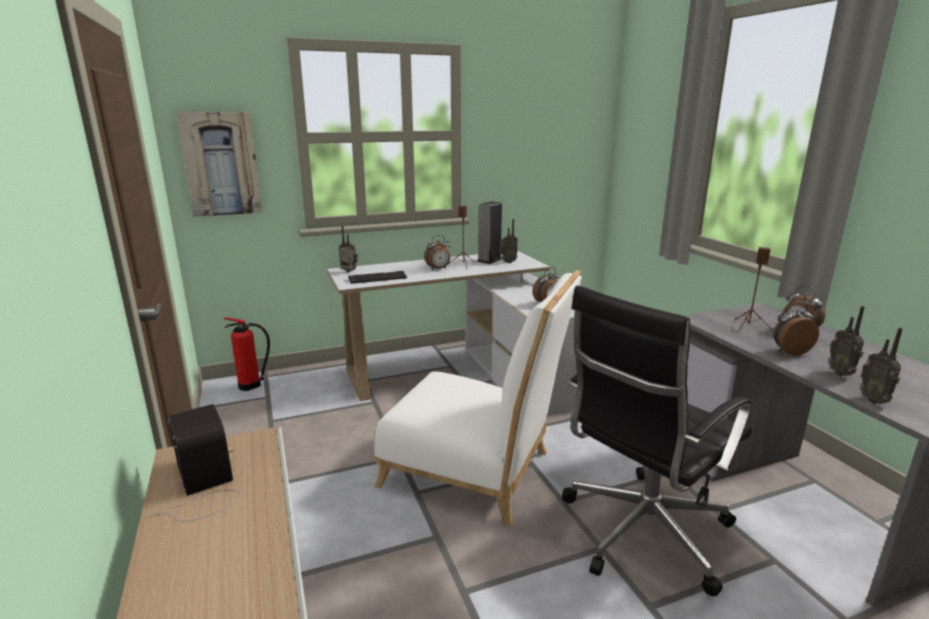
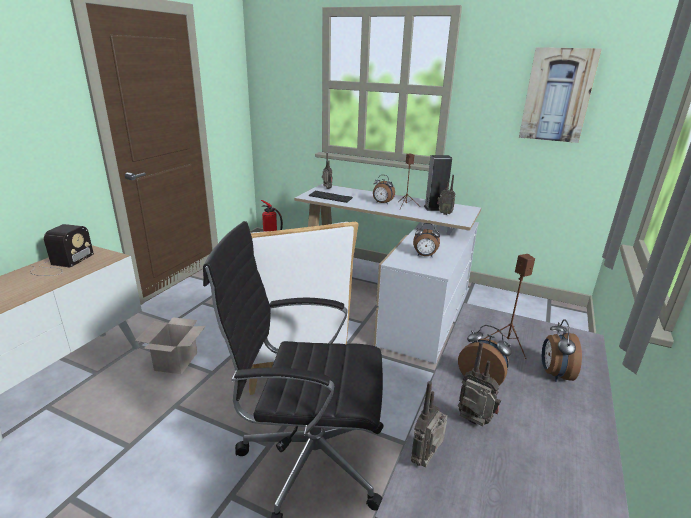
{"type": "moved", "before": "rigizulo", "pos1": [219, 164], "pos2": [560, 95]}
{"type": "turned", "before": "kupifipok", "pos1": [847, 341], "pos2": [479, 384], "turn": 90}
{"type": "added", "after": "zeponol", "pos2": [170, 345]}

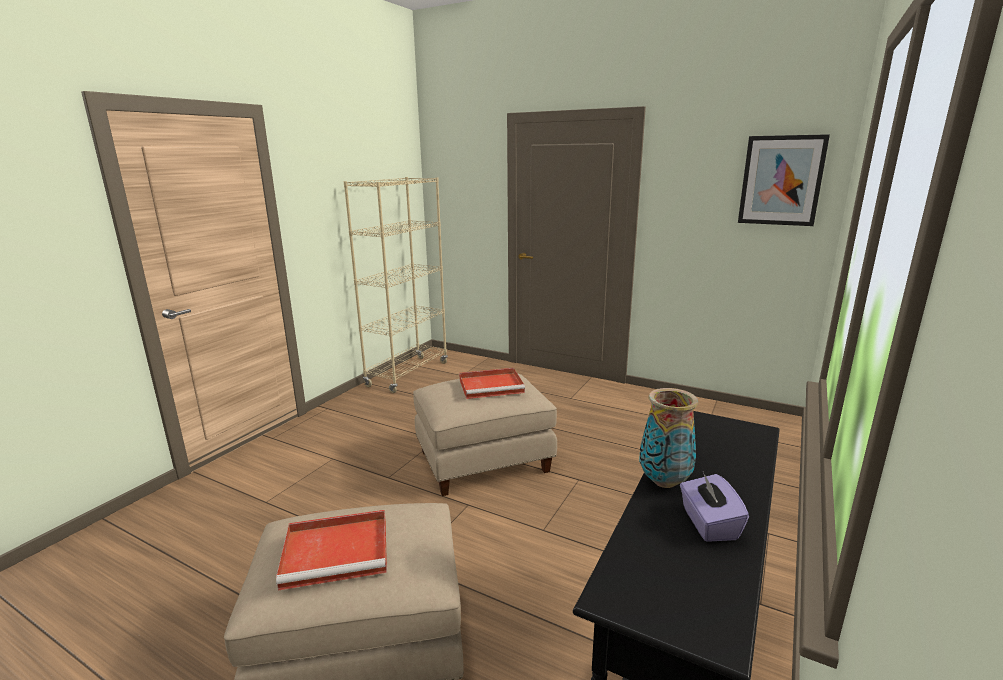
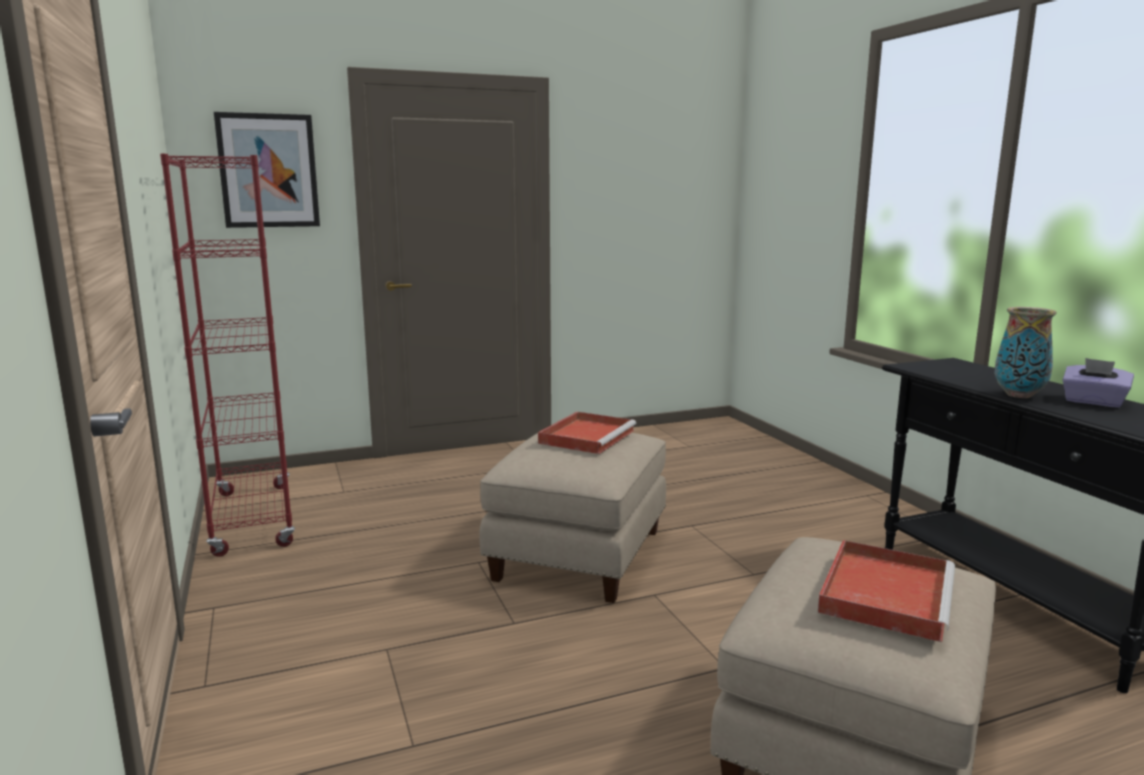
{"type": "moved", "before": "rigizulo", "pos1": [784, 180], "pos2": [267, 170]}
{"type": "recoloured", "before": "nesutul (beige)", "after": "nesutul (red)", "pos1": [396, 285], "pos2": [227, 355]}

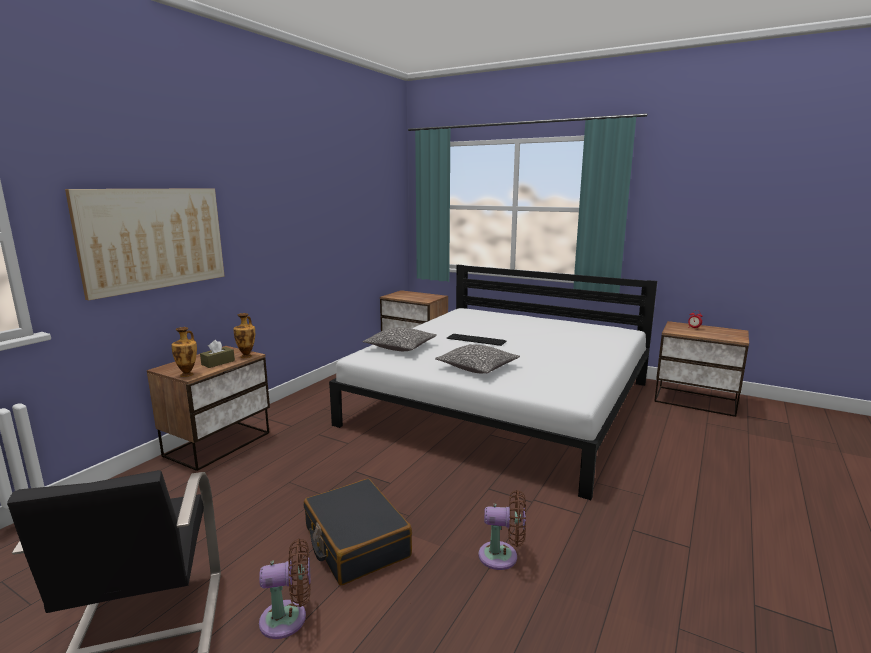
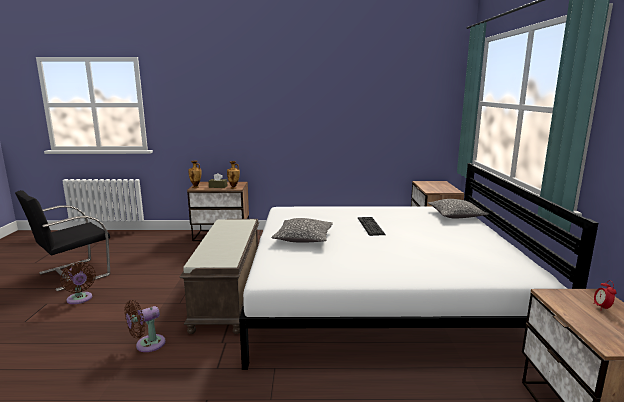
{"type": "removed", "before": "rigizulo", "pos1": [145, 244]}
{"type": "moved", "before": "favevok", "pos1": [400, 339], "pos2": [458, 209]}
{"type": "removed", "before": "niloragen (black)", "pos1": [358, 532]}
{"type": "turned", "before": "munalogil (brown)", "pos1": [502, 530], "pos2": [145, 326], "turn": 75}
{"type": "added", "after": "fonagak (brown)", "pos2": [219, 276]}

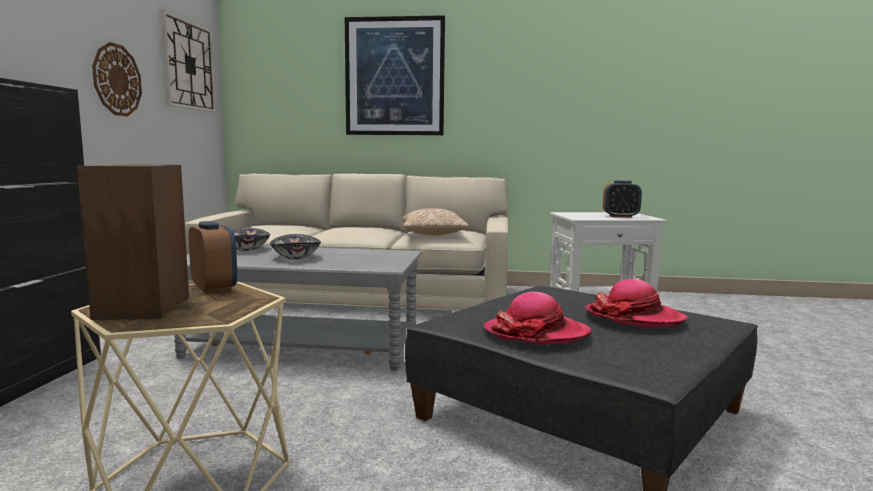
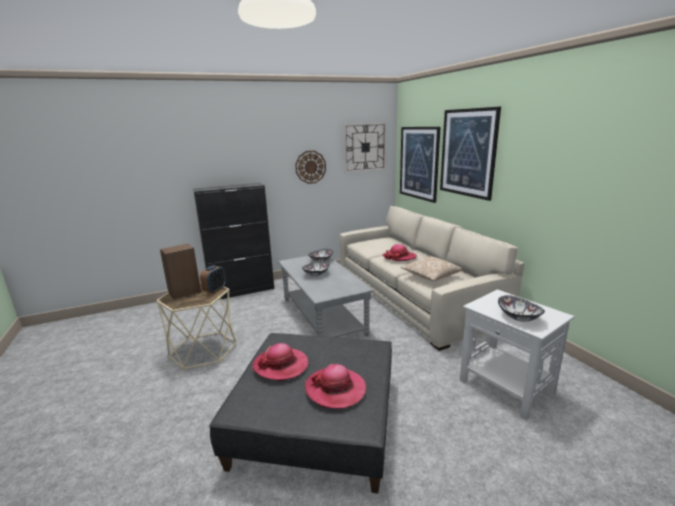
{"type": "replaced", "before": "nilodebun", "after": "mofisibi", "pos1": [622, 199], "pos2": [521, 308]}
{"type": "added", "after": "rigizulo", "pos2": [420, 165]}
{"type": "added", "after": "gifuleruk", "pos2": [399, 252]}

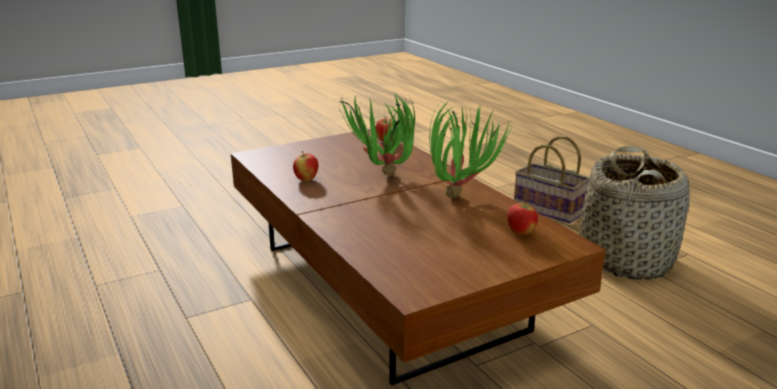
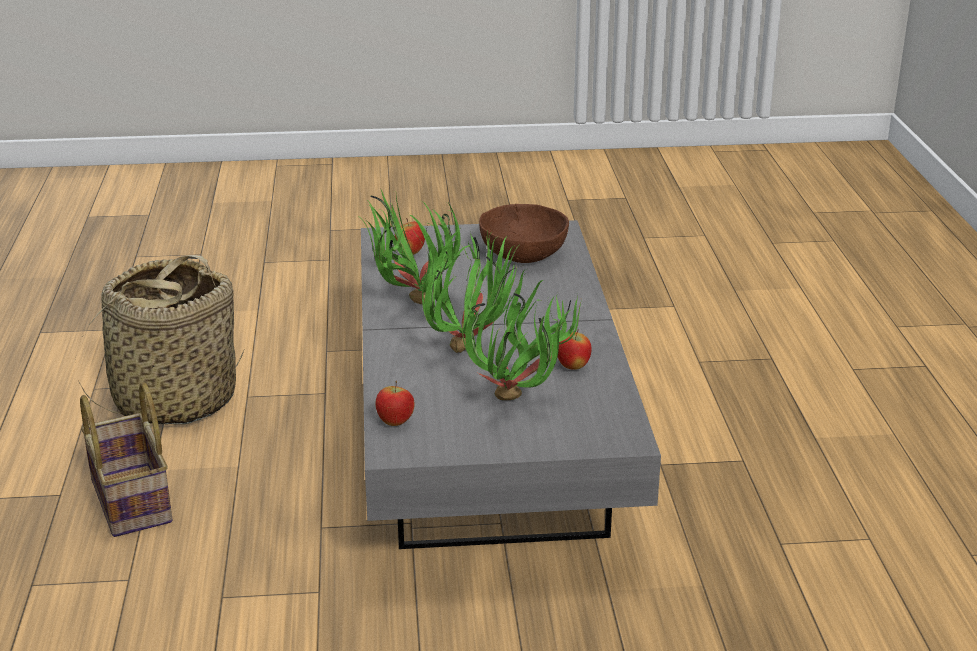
{"type": "recoloured", "before": "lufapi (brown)", "after": "lufapi (grey)", "pos1": [418, 257], "pos2": [511, 384]}
{"type": "added", "after": "mofisibi (brown)", "pos2": [524, 233]}
{"type": "added", "after": "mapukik", "pos2": [522, 335]}

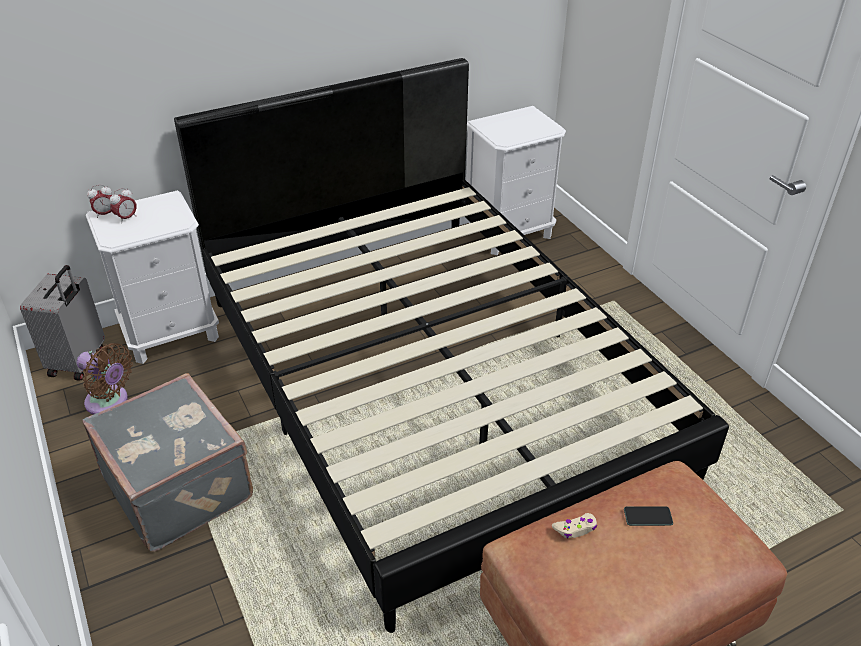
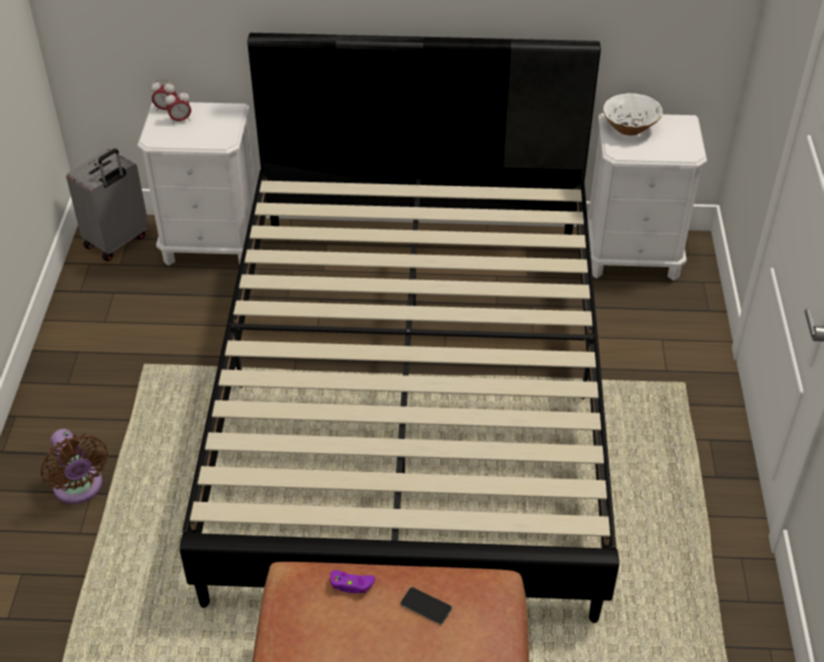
{"type": "moved", "before": "munalogil (brown)", "pos1": [105, 379], "pos2": [74, 466]}
{"type": "removed", "before": "niloragen (grey)", "pos1": [167, 462]}
{"type": "recoloured", "before": "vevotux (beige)", "after": "vevotux (purple)", "pos1": [574, 525], "pos2": [352, 582]}
{"type": "added", "after": "mofisibi (white)", "pos2": [633, 114]}

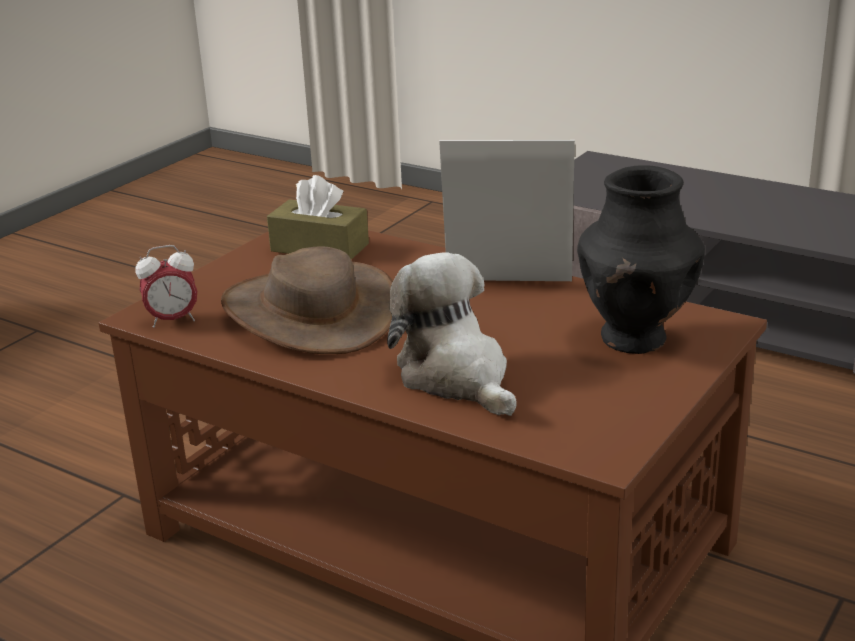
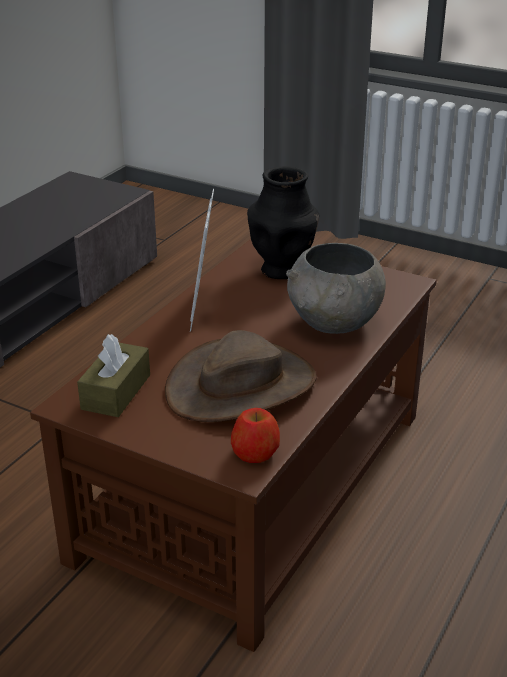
{"type": "replaced", "before": "nilodebun", "after": "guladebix", "pos1": [166, 286], "pos2": [255, 435]}
{"type": "replaced", "before": "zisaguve", "after": "mofisibi (grey)", "pos1": [452, 334], "pos2": [336, 288]}

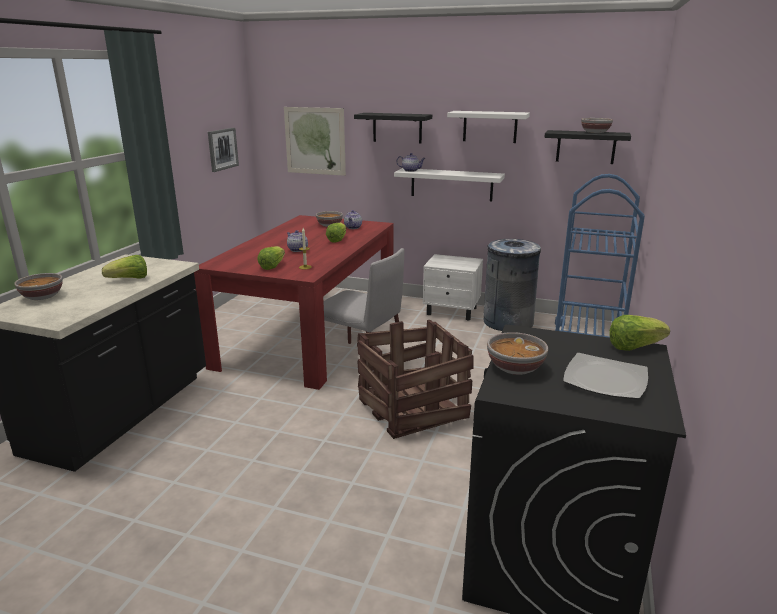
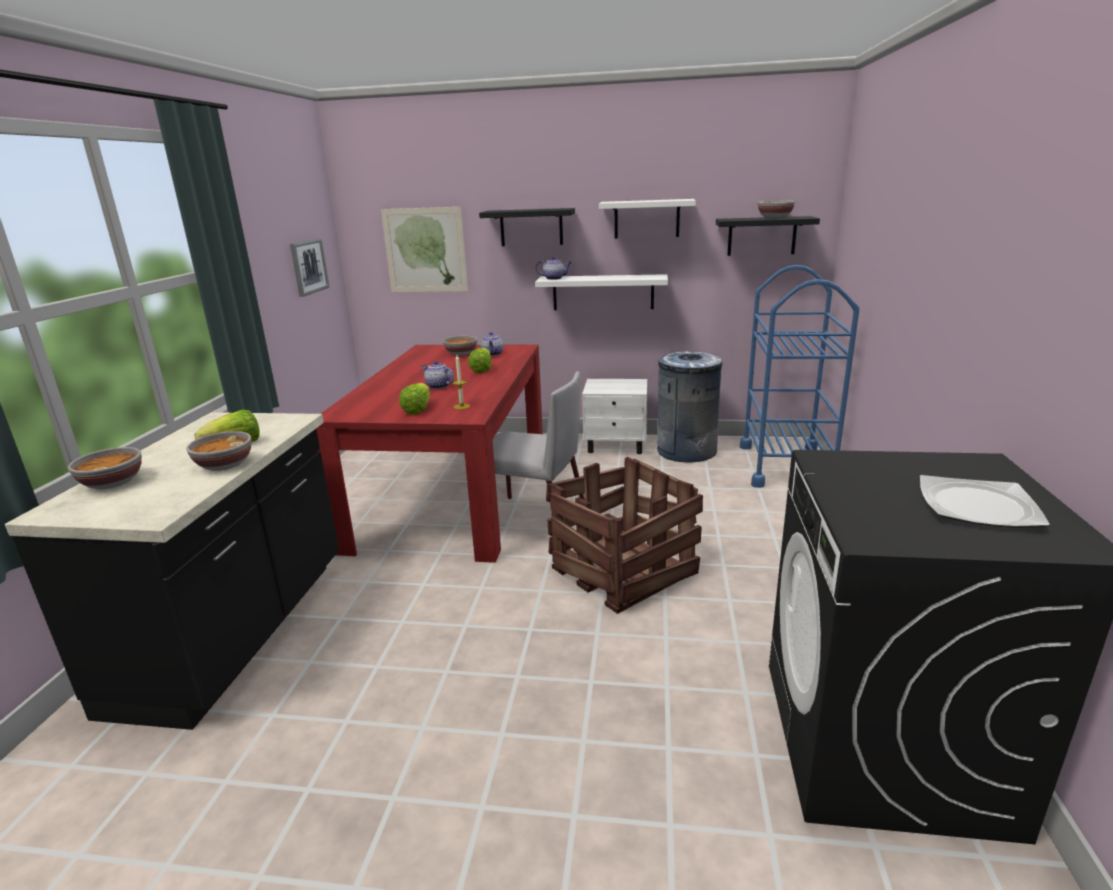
{"type": "removed", "before": "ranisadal", "pos1": [639, 333]}
{"type": "moved", "before": "mofisibi", "pos1": [517, 353], "pos2": [219, 451]}

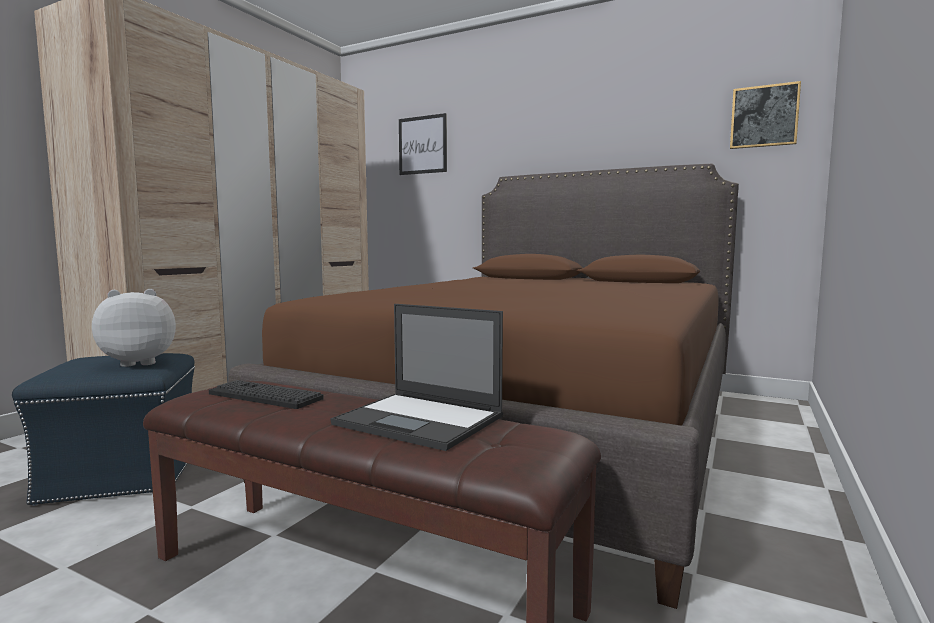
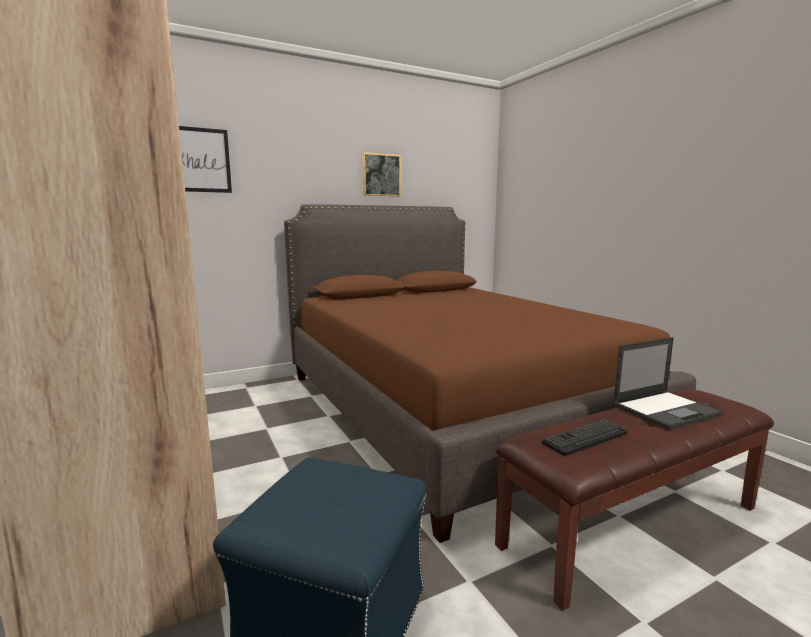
{"type": "moved", "before": "rigizulo", "pos1": [765, 115], "pos2": [382, 174]}
{"type": "removed", "before": "zisaguve", "pos1": [134, 328]}

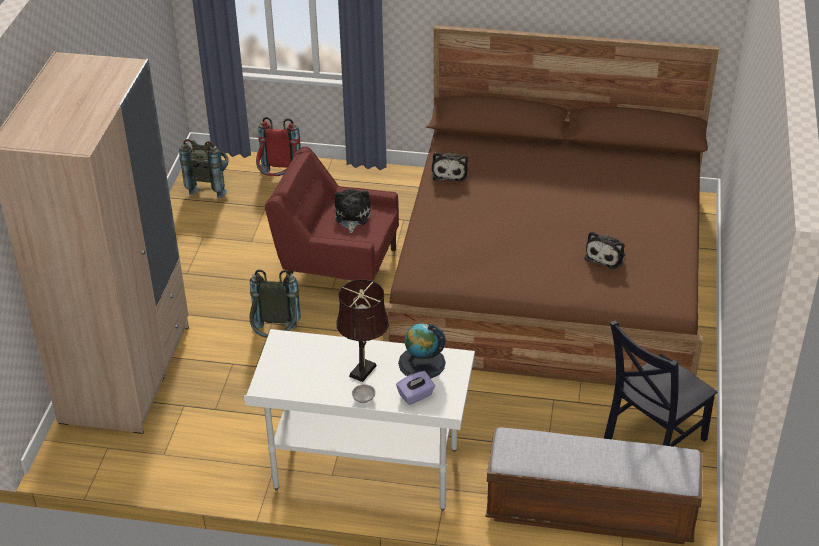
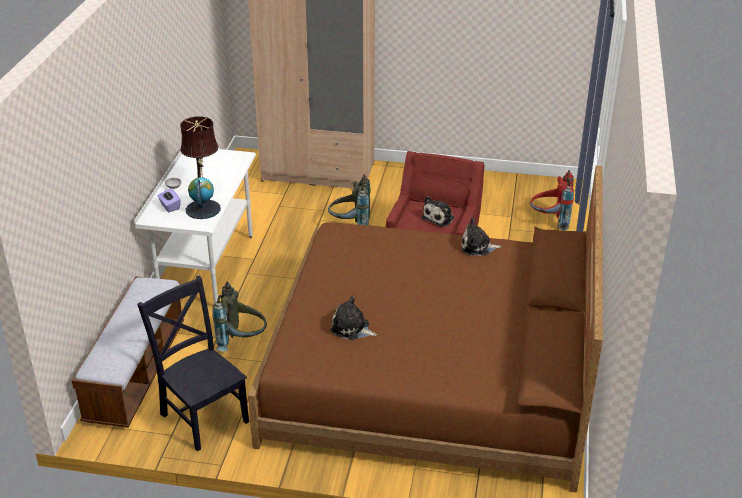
{"type": "moved", "before": "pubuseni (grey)", "pos1": [203, 168], "pos2": [240, 316]}
{"type": "turned", "before": "zisaguve", "pos1": [352, 211], "pos2": [438, 211], "turn": 120}

